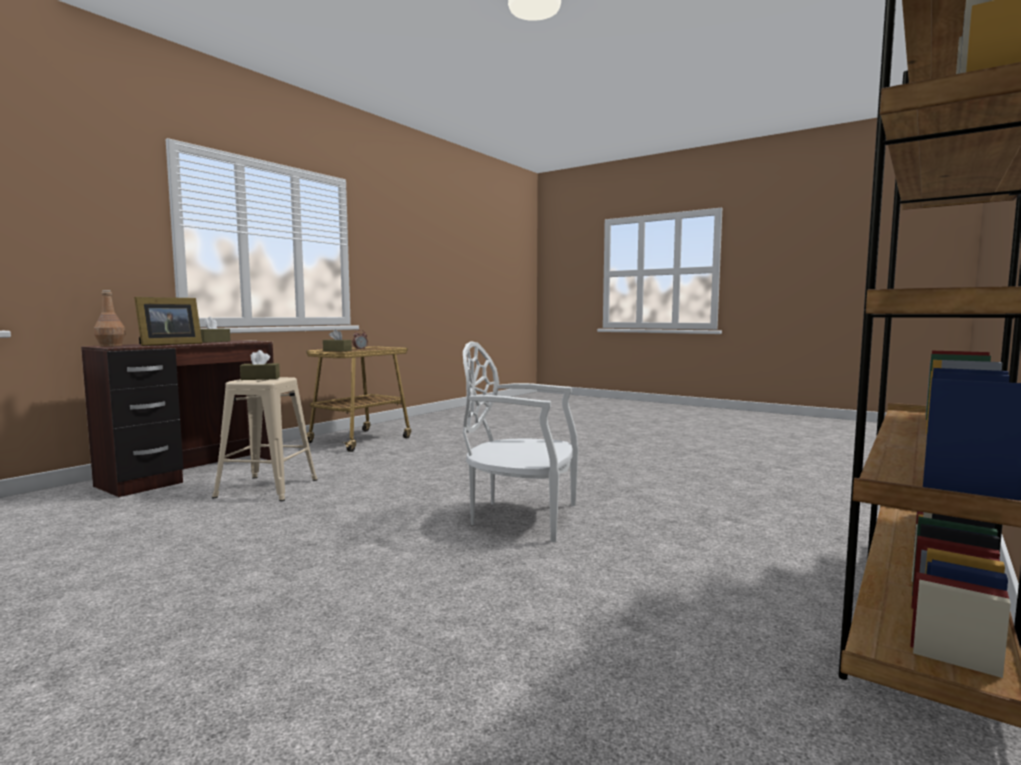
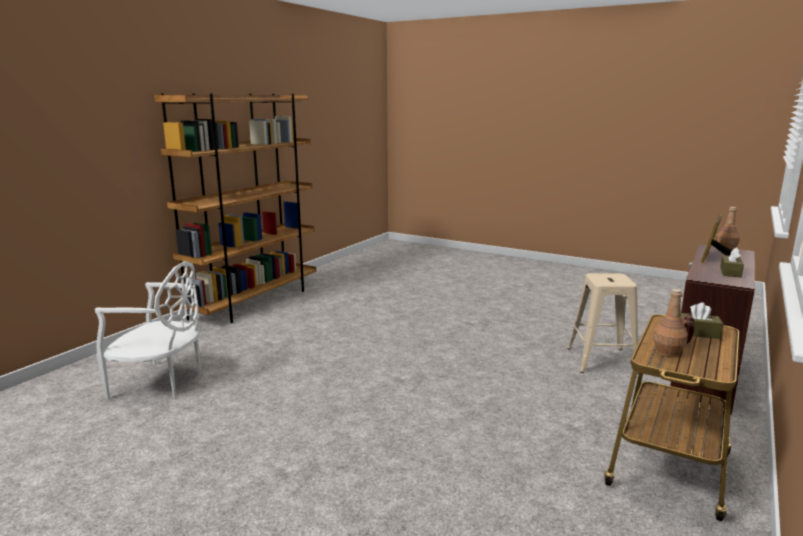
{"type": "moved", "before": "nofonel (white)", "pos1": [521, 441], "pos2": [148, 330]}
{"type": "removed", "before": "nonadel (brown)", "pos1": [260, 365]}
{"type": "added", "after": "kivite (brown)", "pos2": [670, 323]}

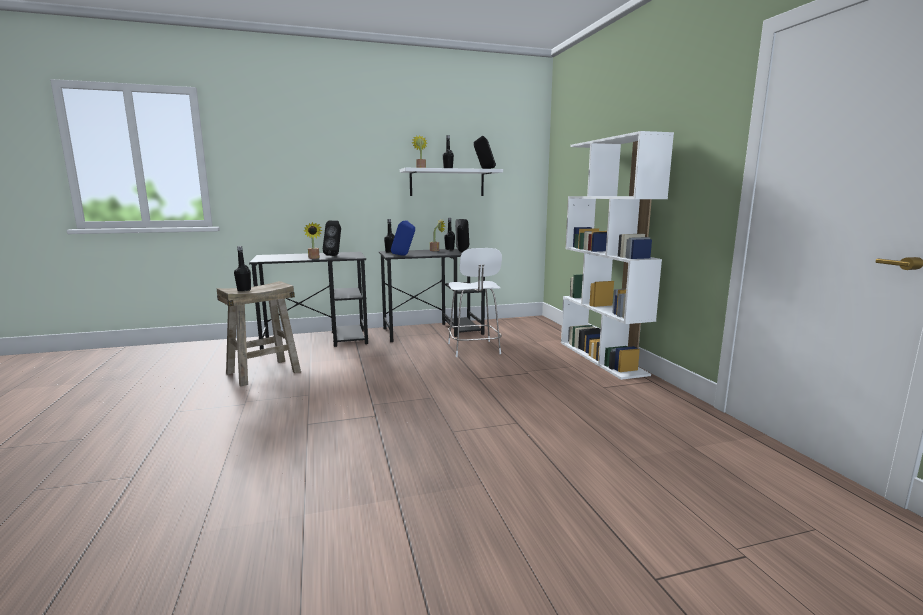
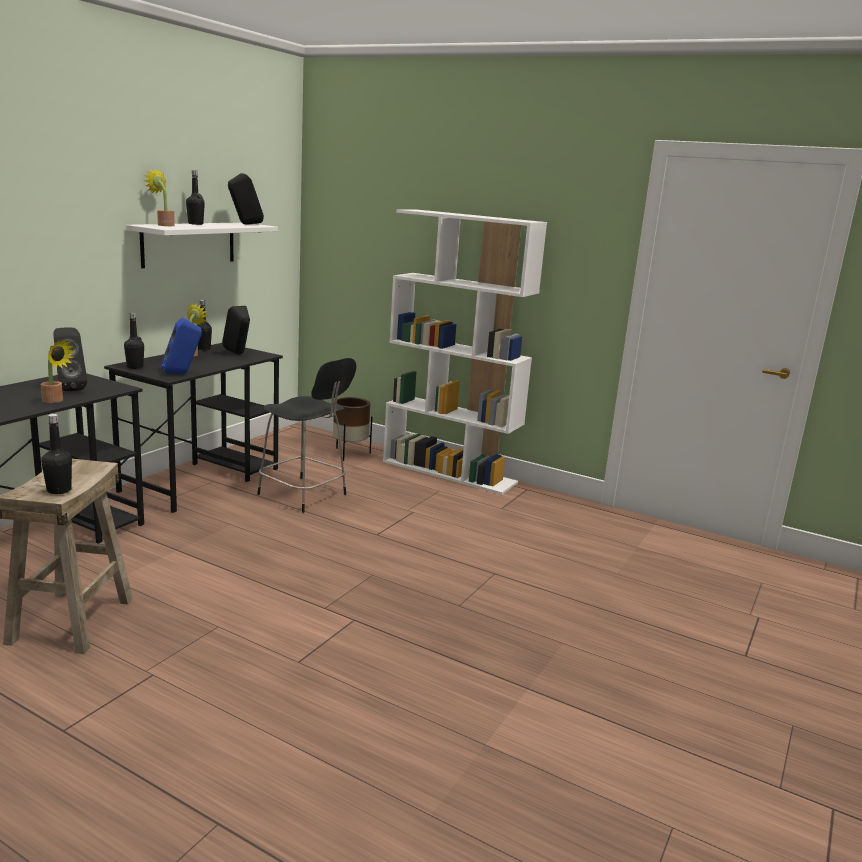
{"type": "recoloured", "before": "nofonel (white)", "after": "nofonel (black)", "pos1": [475, 302], "pos2": [306, 435]}
{"type": "added", "after": "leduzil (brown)", "pos2": [353, 429]}

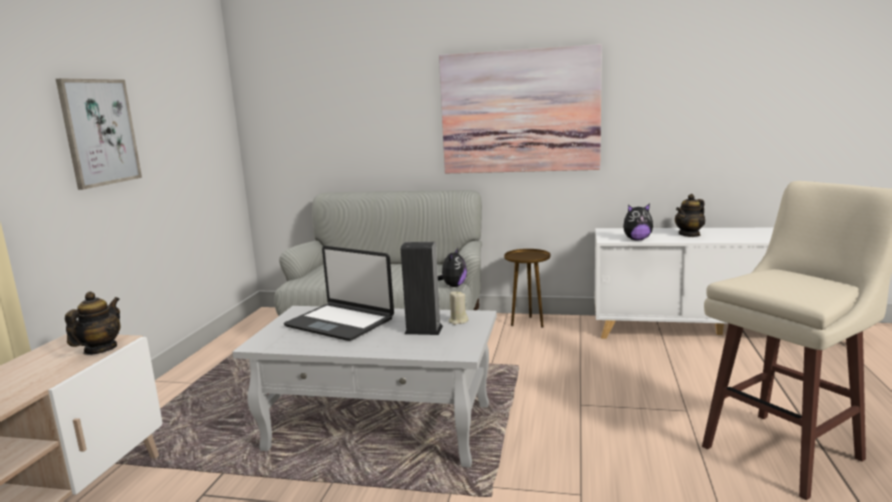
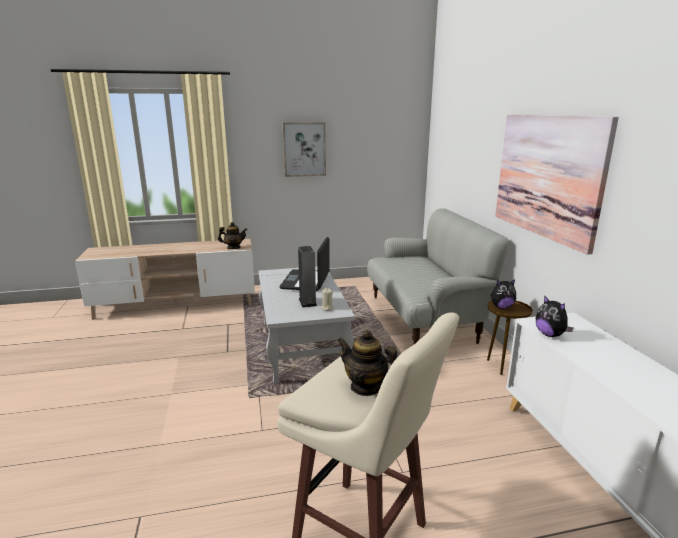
{"type": "moved", "before": "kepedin", "pos1": [690, 215], "pos2": [367, 363]}
{"type": "moved", "before": "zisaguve", "pos1": [452, 267], "pos2": [503, 294]}

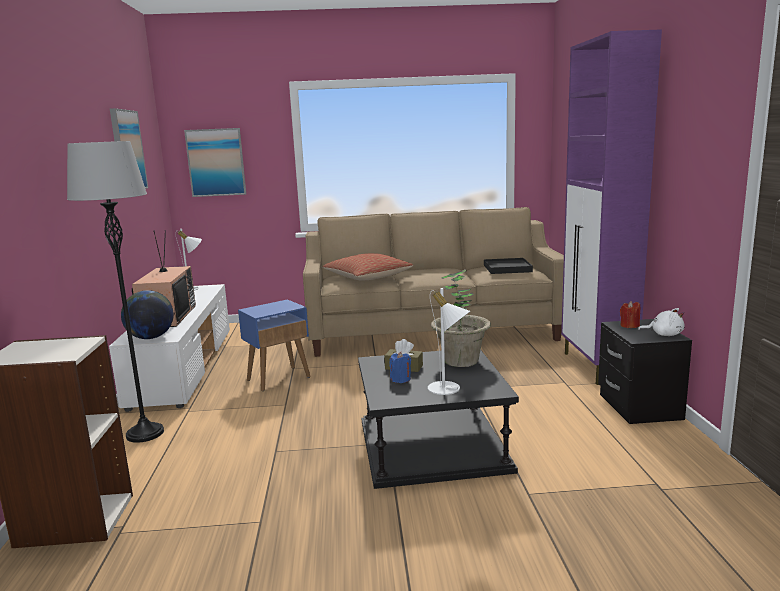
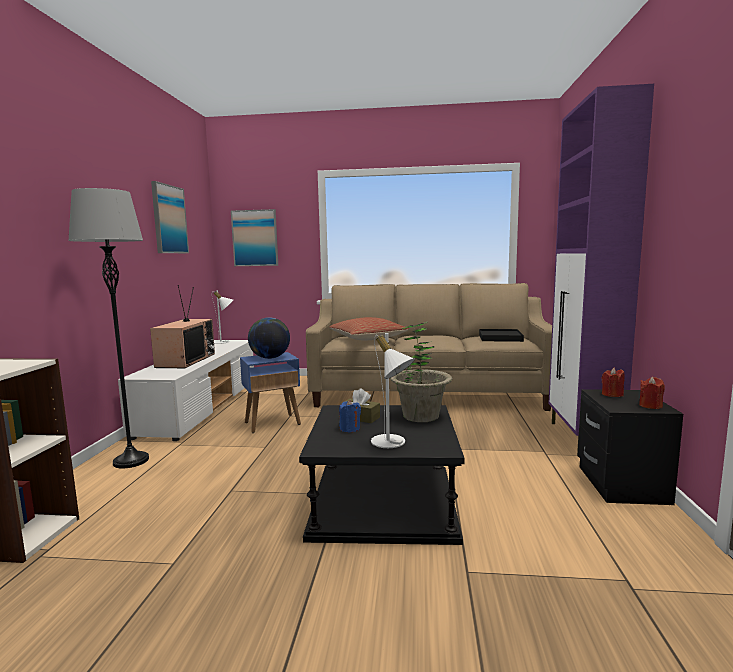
{"type": "moved", "before": "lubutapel", "pos1": [147, 314], "pos2": [269, 338]}
{"type": "replaced", "before": "zisaguve (white)", "after": "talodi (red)", "pos1": [661, 322], "pos2": [652, 393]}

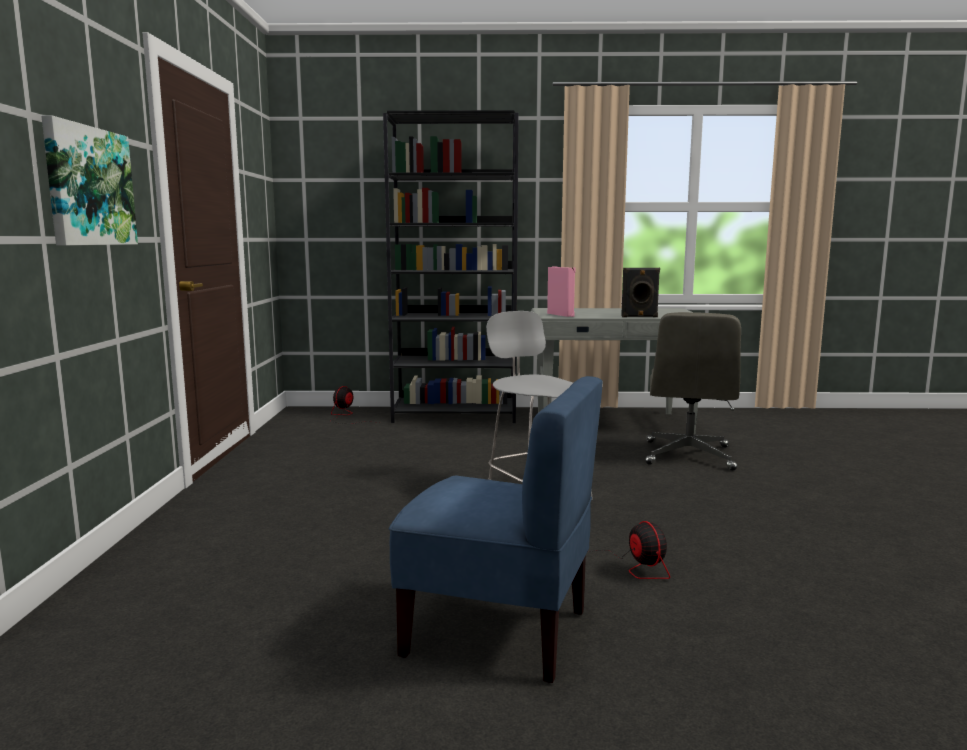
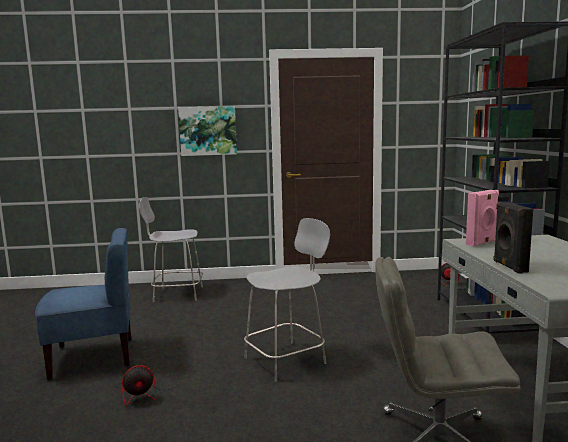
{"type": "turned", "before": "nofonel (blue)", "pos1": [496, 529], "pos2": [83, 304], "turn": -120}
{"type": "added", "after": "nofonel (grey)", "pos2": [171, 249]}

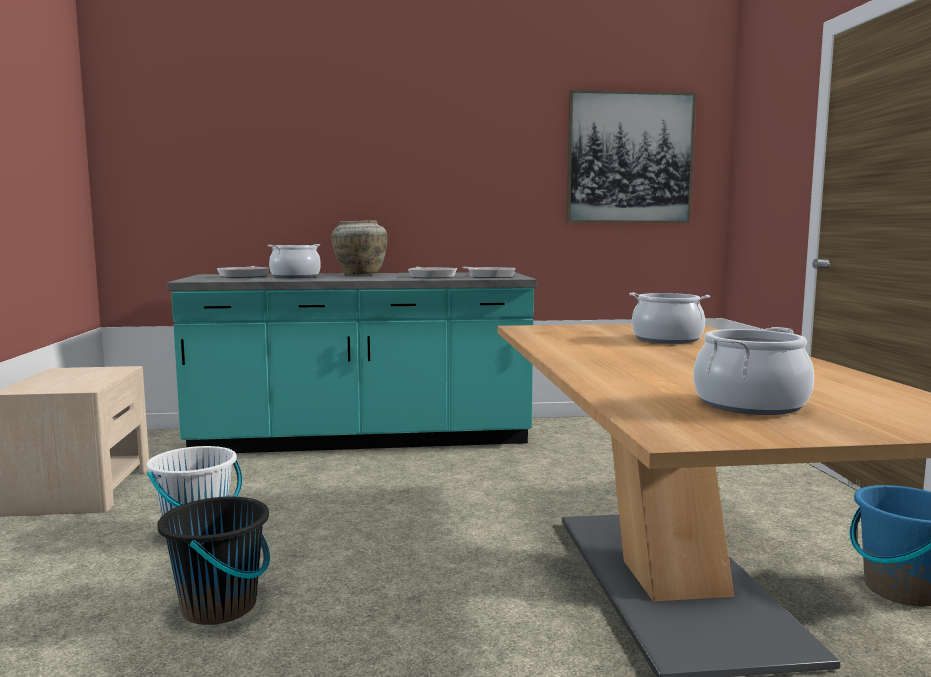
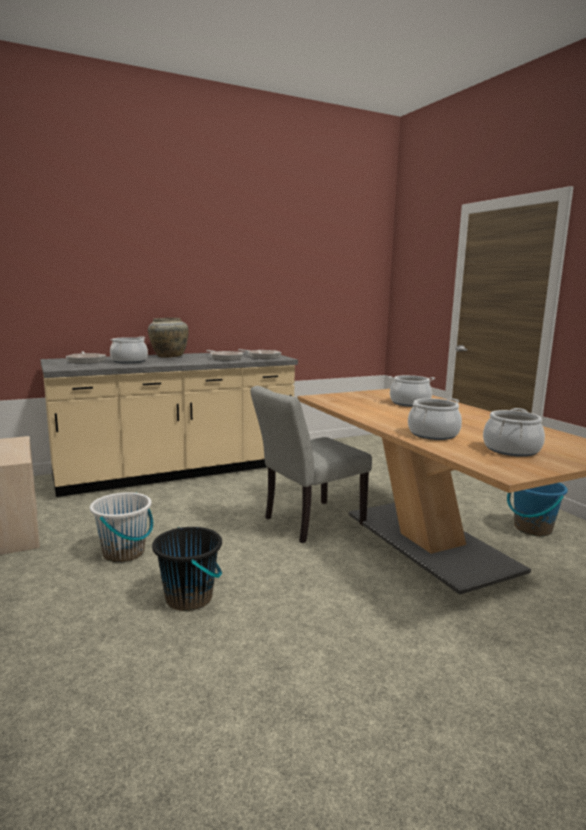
{"type": "removed", "before": "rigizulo", "pos1": [631, 156]}
{"type": "recoloured", "before": "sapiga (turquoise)", "after": "sapiga (beige)", "pos1": [352, 362], "pos2": [169, 424]}
{"type": "added", "after": "nofonel (grey)", "pos2": [311, 464]}
{"type": "added", "after": "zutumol", "pos2": [435, 419]}

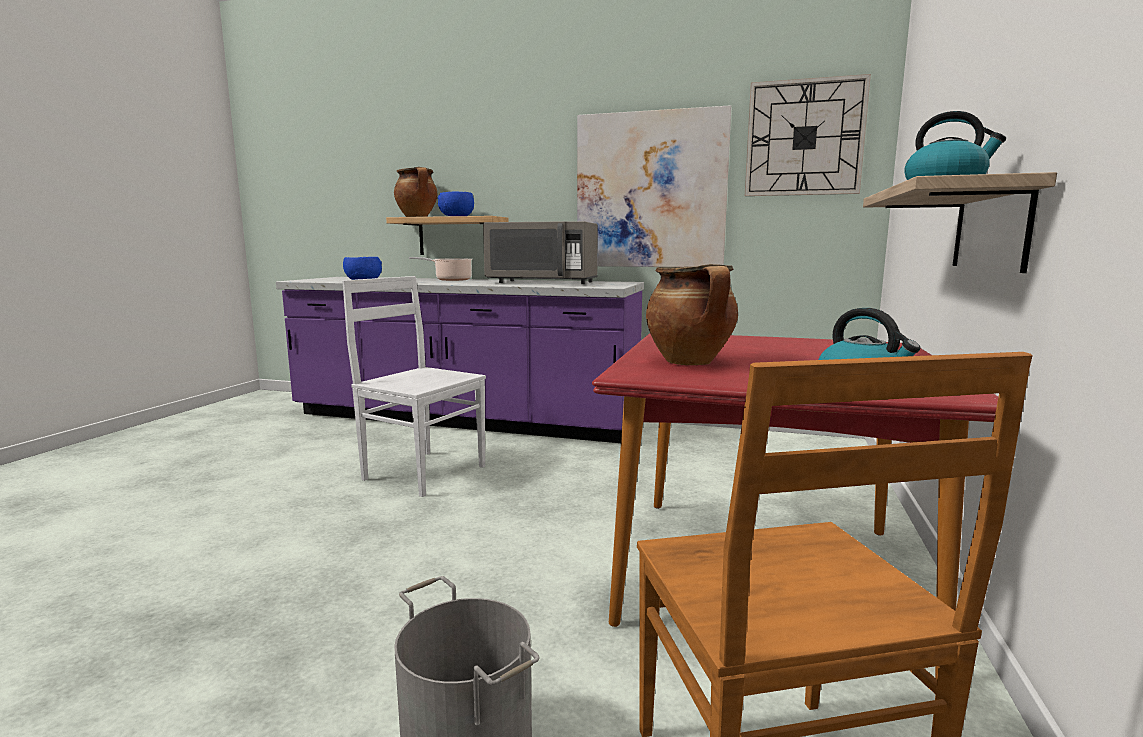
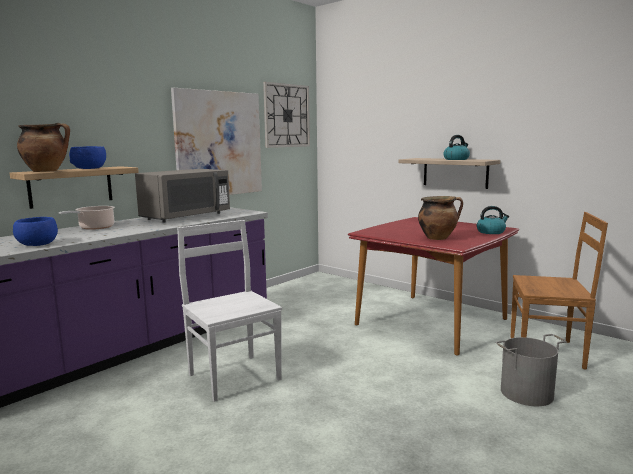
{"type": "turned", "before": "nofonel (white)", "pos1": [414, 386], "pos2": [229, 311], "turn": 90}

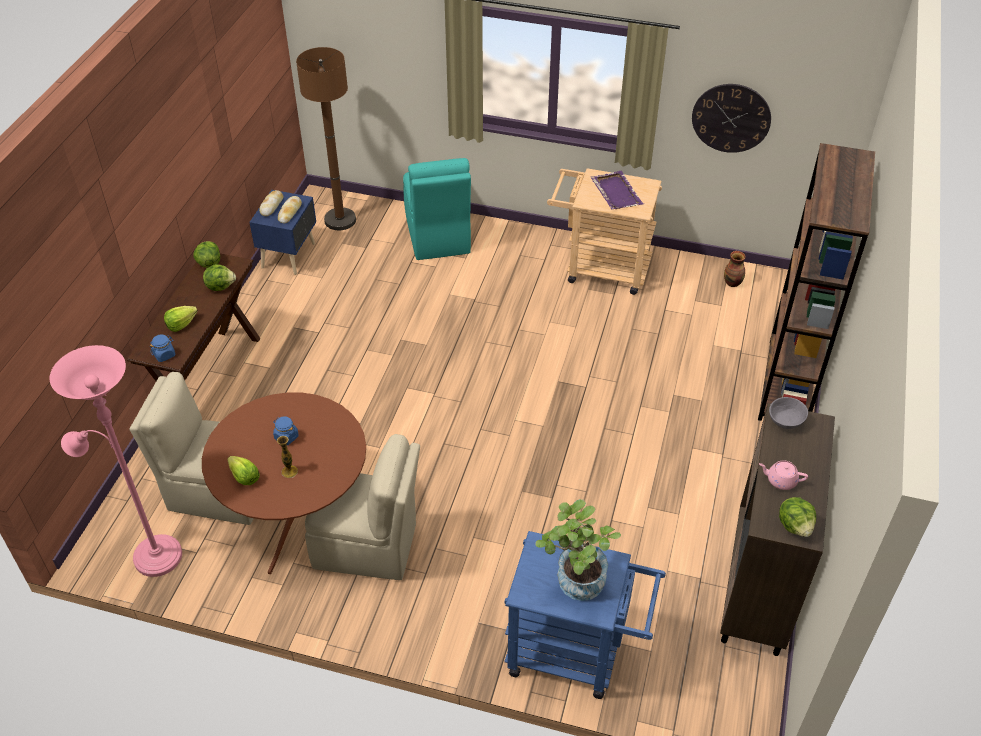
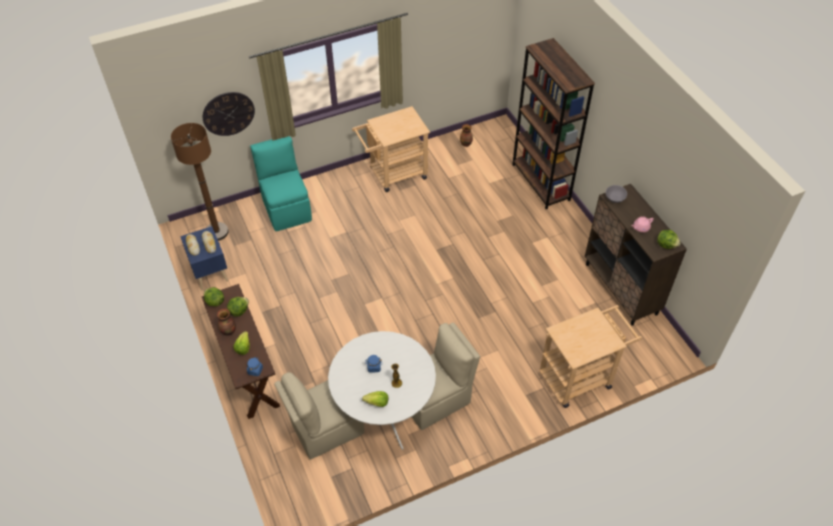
{"type": "moved", "before": "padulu", "pos1": [731, 118], "pos2": [229, 114]}
{"type": "turned", "before": "nofonel (turquoise)", "pos1": [437, 209], "pos2": [281, 183], "turn": -150}
{"type": "removed", "before": "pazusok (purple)", "pos1": [617, 190]}
{"type": "removed", "before": "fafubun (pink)", "pos1": [116, 461]}
{"type": "recoloured", "before": "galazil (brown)", "after": "galazil (white)", "pos1": [284, 483], "pos2": [382, 390]}
{"type": "removed", "before": "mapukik", "pos1": [578, 550]}
{"type": "recoloured", "before": "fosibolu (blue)", "after": "fosibolu (beige)", "pos1": [585, 615], "pos2": [590, 356]}
{"type": "added", "after": "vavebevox", "pos2": [226, 322]}

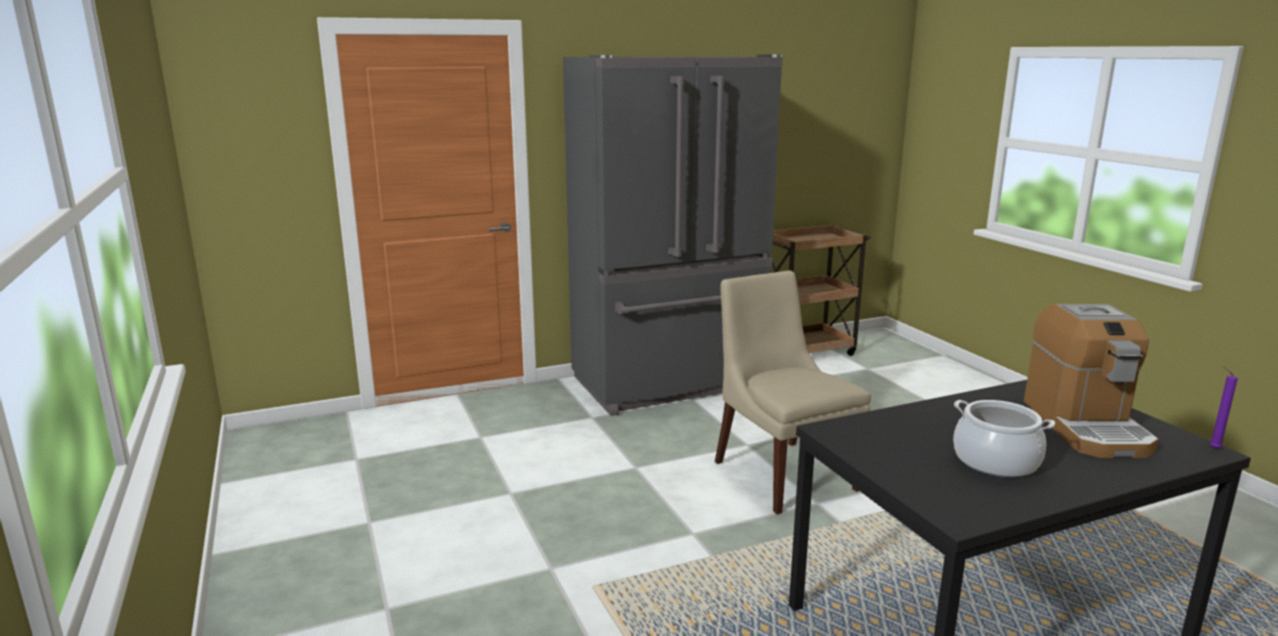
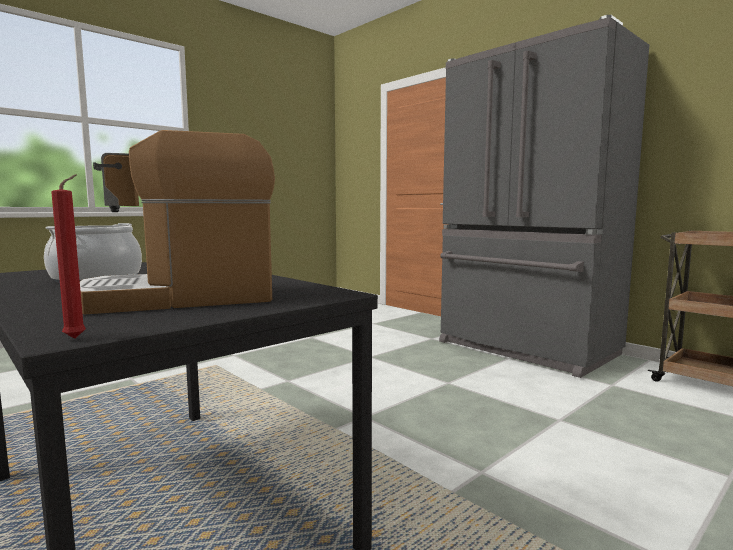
{"type": "removed", "before": "nofonel (beige)", "pos1": [793, 392]}
{"type": "recoloured", "before": "talodi (purple)", "after": "talodi (red)", "pos1": [1224, 407], "pos2": [68, 257]}

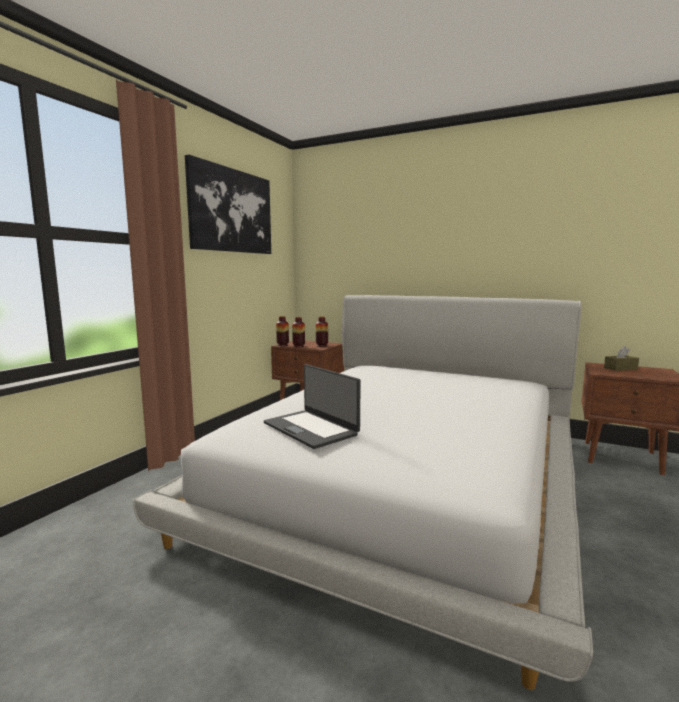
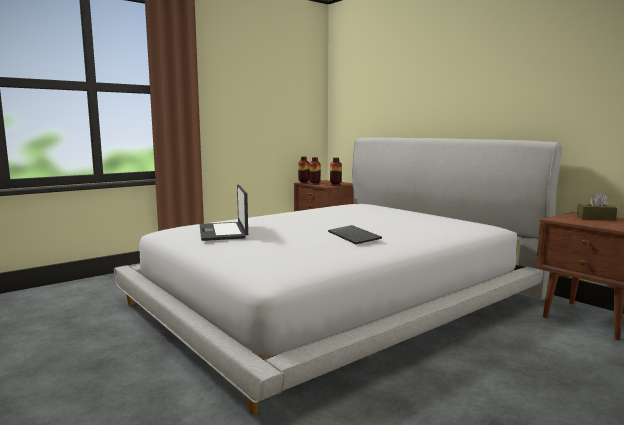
{"type": "removed", "before": "rigizulo", "pos1": [228, 204]}
{"type": "added", "after": "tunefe", "pos2": [355, 234]}

